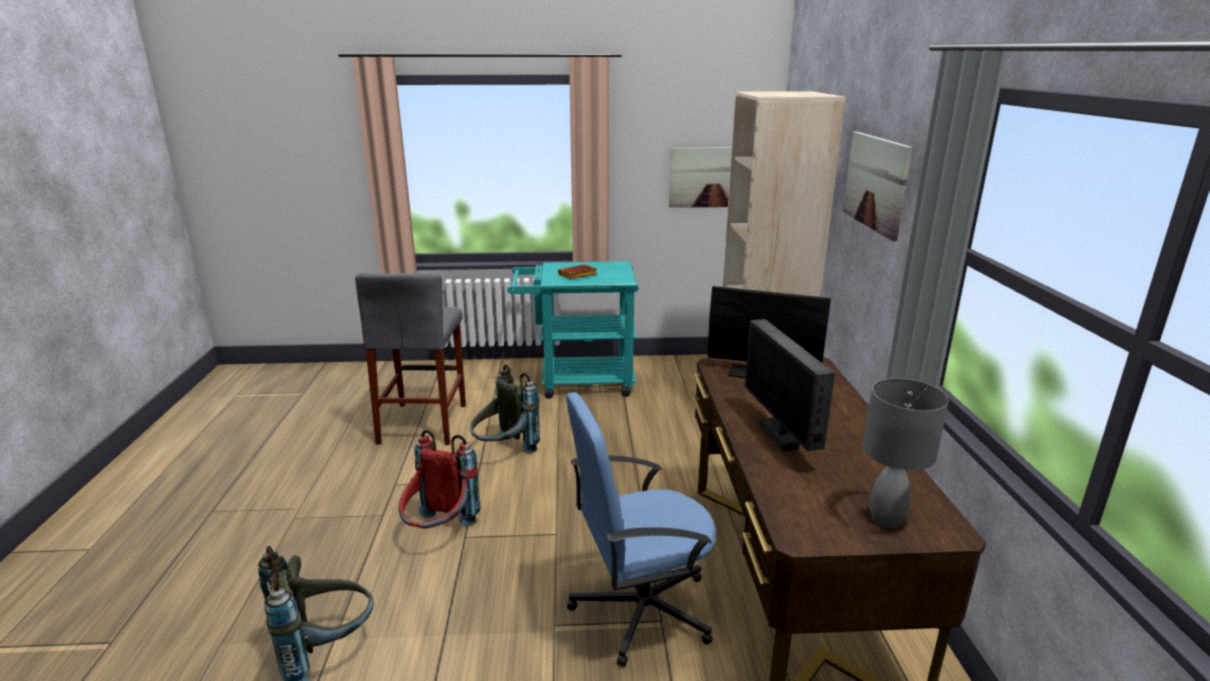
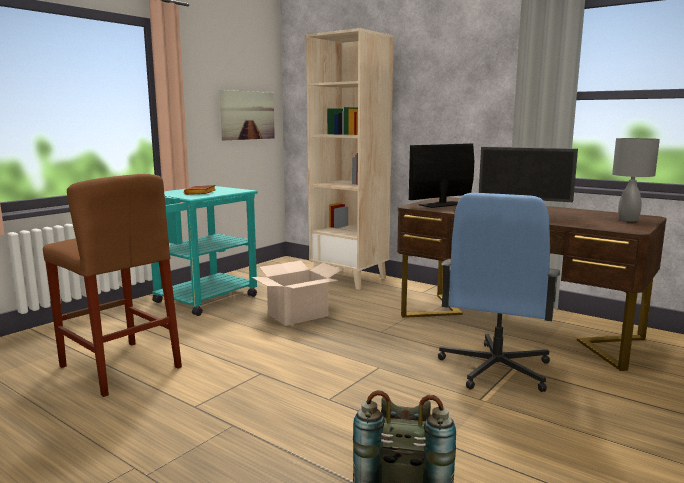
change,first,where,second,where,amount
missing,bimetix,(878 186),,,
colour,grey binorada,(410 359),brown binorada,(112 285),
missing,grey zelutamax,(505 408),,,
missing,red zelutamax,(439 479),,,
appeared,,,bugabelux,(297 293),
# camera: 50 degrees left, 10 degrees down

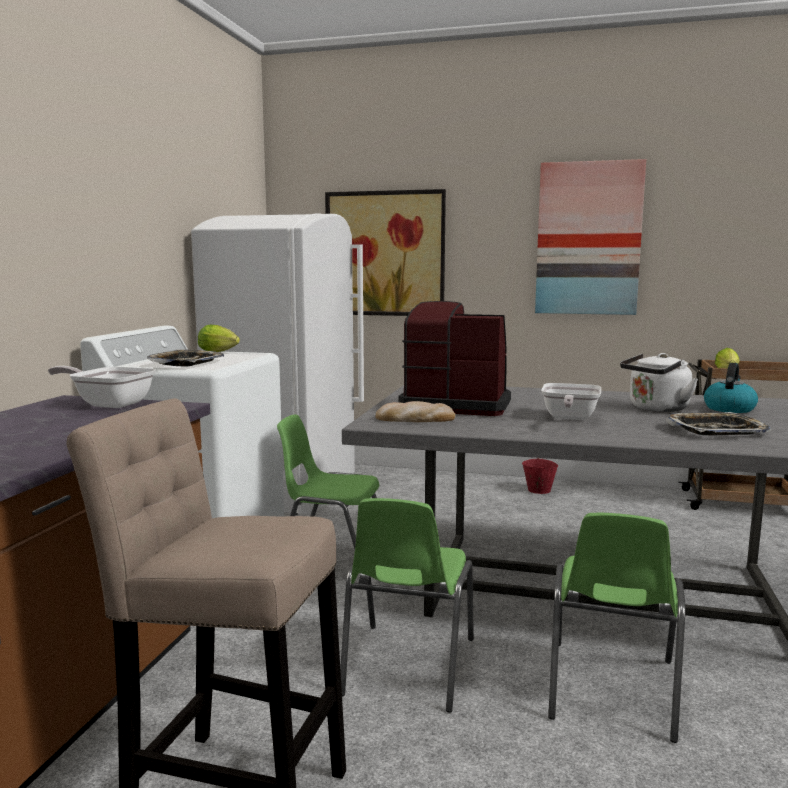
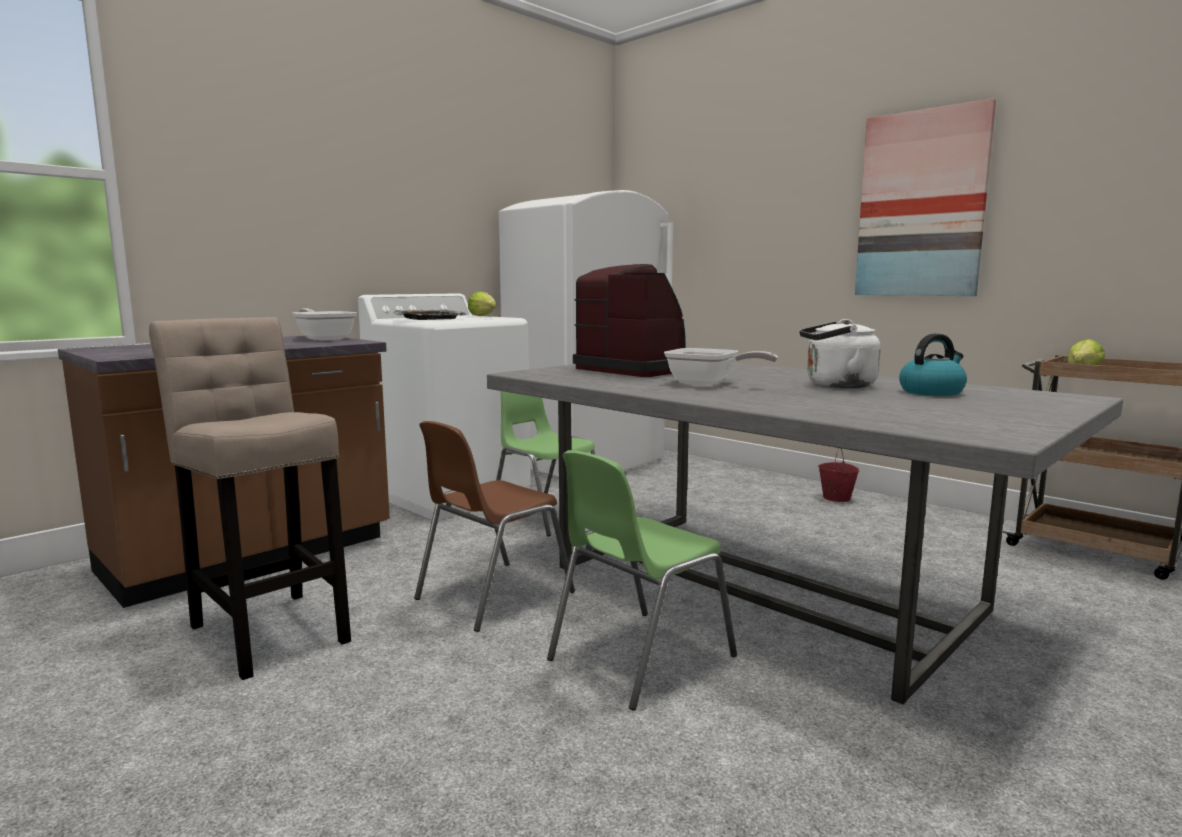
change,first,where,second,where,amount
missing,bimetix,(385 252),,,
spun,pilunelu,(571 401),,(721 367),105 degrees counterclockwise
missing,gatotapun,(415 411),,,
missing,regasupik,(719 423),,,
colour,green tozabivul,(407 605),brown tozabivul,(494 526),
# camera: 30 degrees right, 0 degrees up

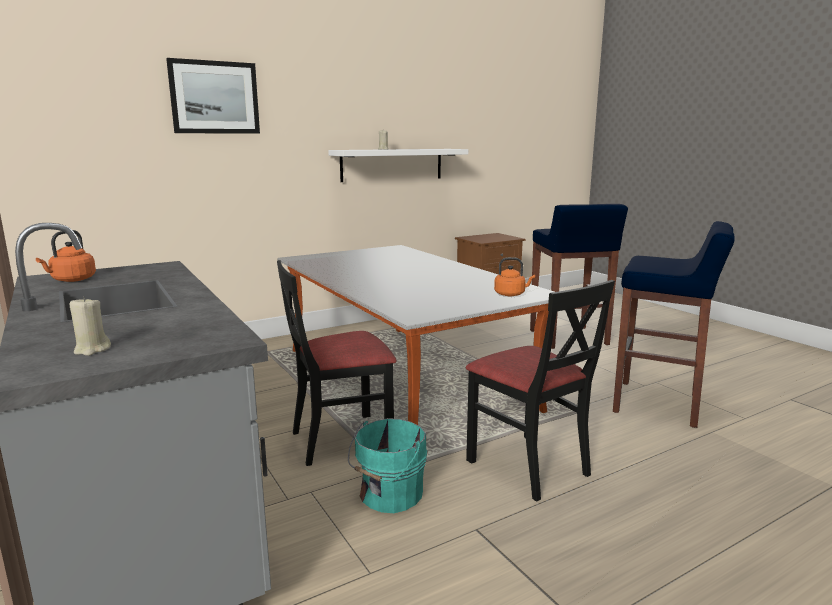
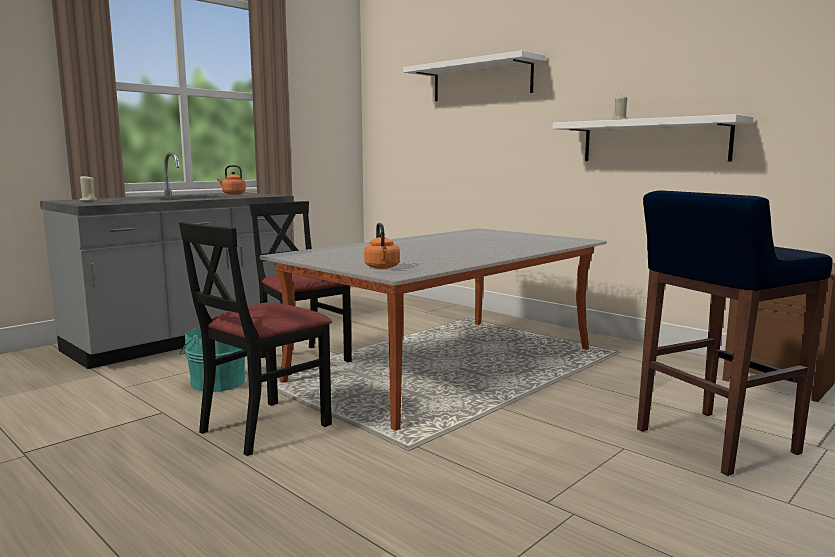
change,first,where,second,where,amount
exchanged,bimetix,(213 96),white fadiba,(474 75),
missing,blue binorada,(674 324),,,
# camera: 75 degrees right, 5 degrees down

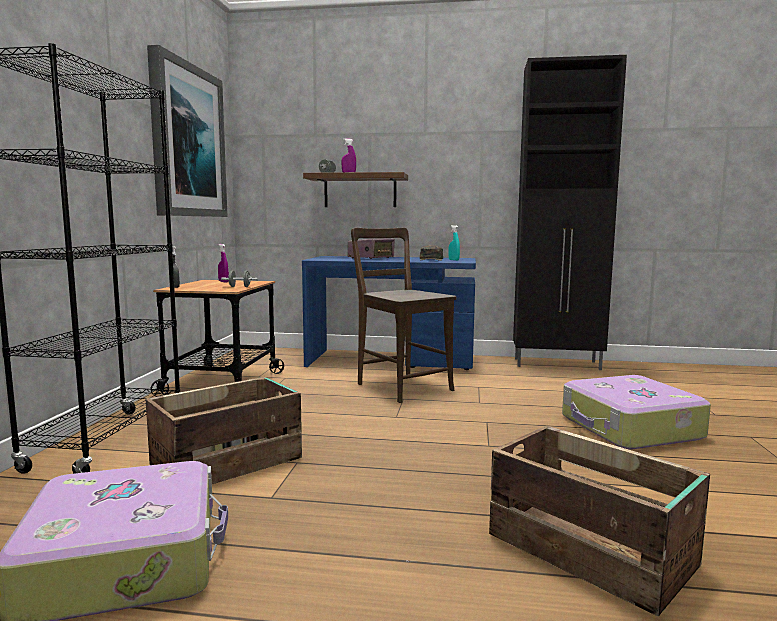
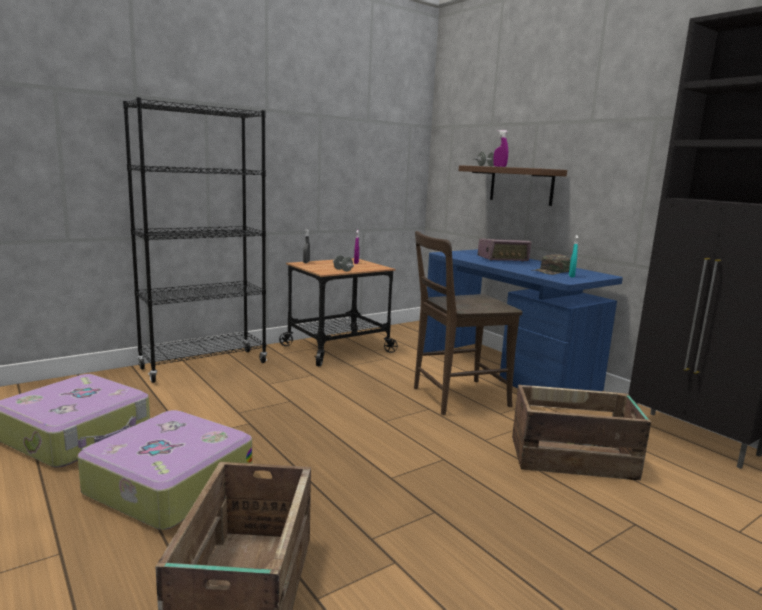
change,first,where,second,where,amount
missing,bimetix,(187 131),,,
spun,brown tozabivul,(403 315),,(468 323),120 degrees counterclockwise
relocated,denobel,(636 412),,(165 470),
relocated,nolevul,(223 430),,(581 433),
# camera: 45 degrees right, 5 degrees up

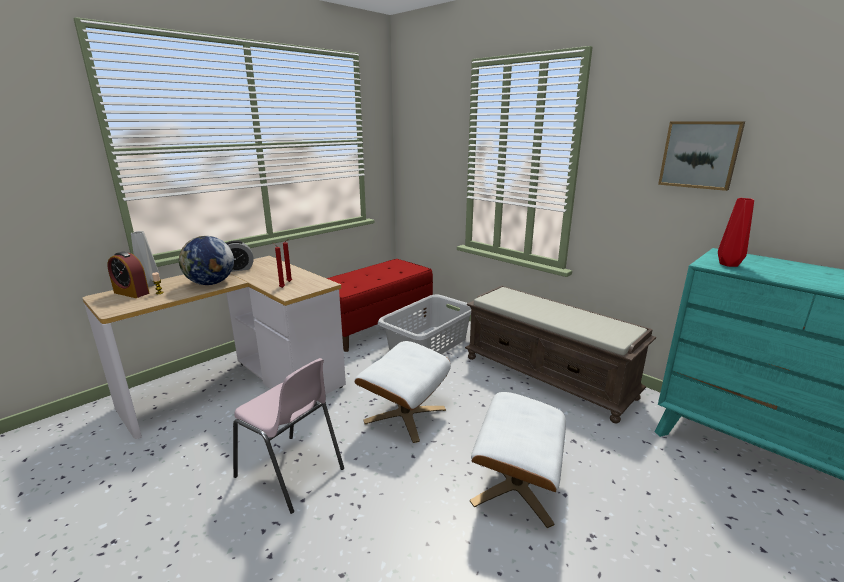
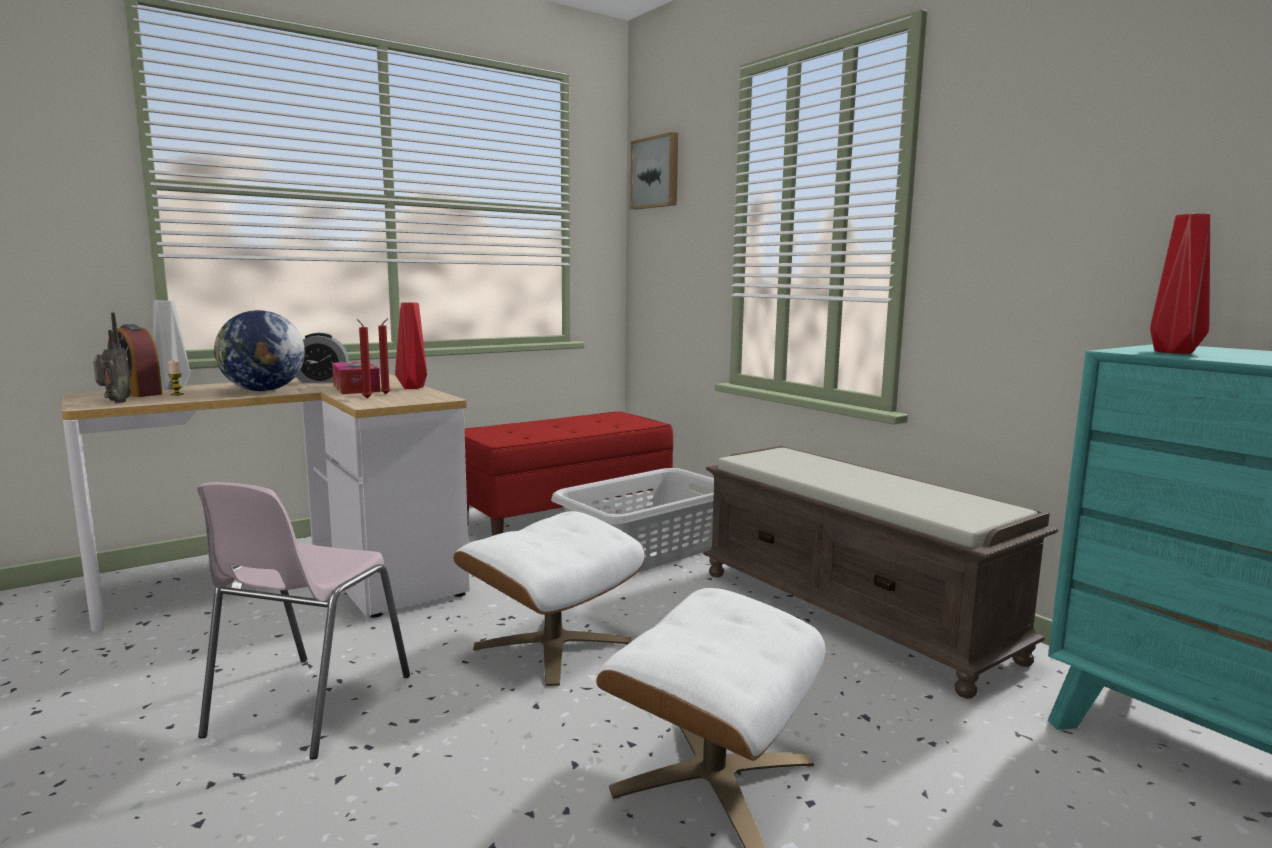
change,first,where,second,where,amount
relocated,bimetix,(701 156),,(654 171),
spun,pink tozabivul,(288 436),,(303 621),60 degrees clockwise
appeared,,,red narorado,(411 345),
appeared,,,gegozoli,(112 358),
appeared,,,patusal,(356 378),
# camera: 10 degrees right, 10 degrees down

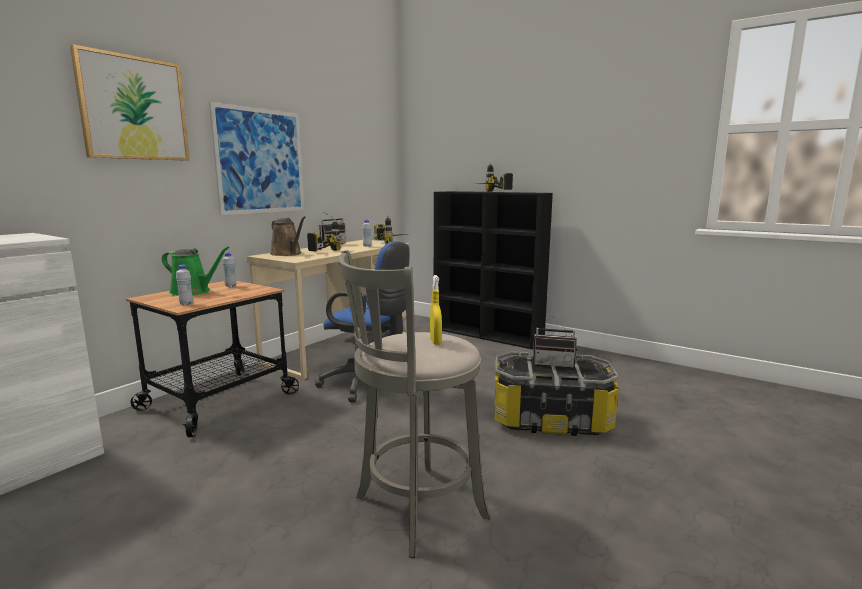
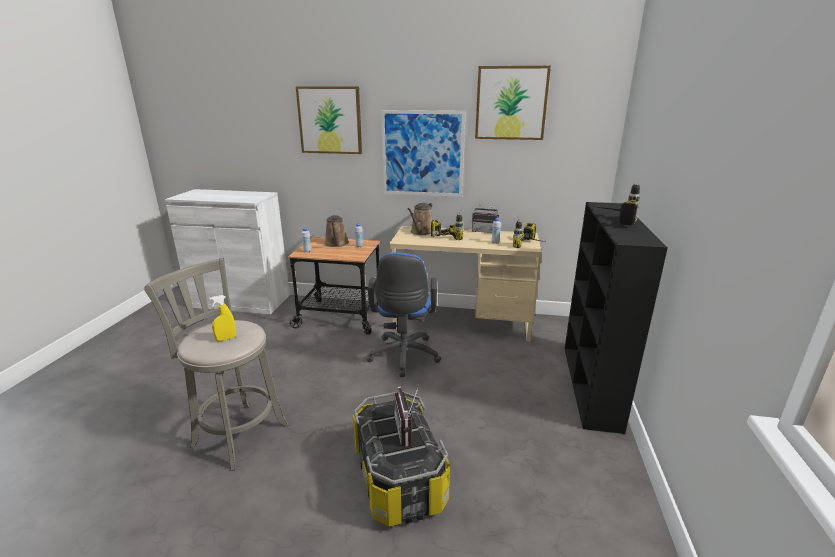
change,first,where,second,where,amount
colour,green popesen,(195 271),brown popesen,(336 231),
appeared,,,bimetix,(513 103),
# camera: 65 degrees right, 10 degrees up

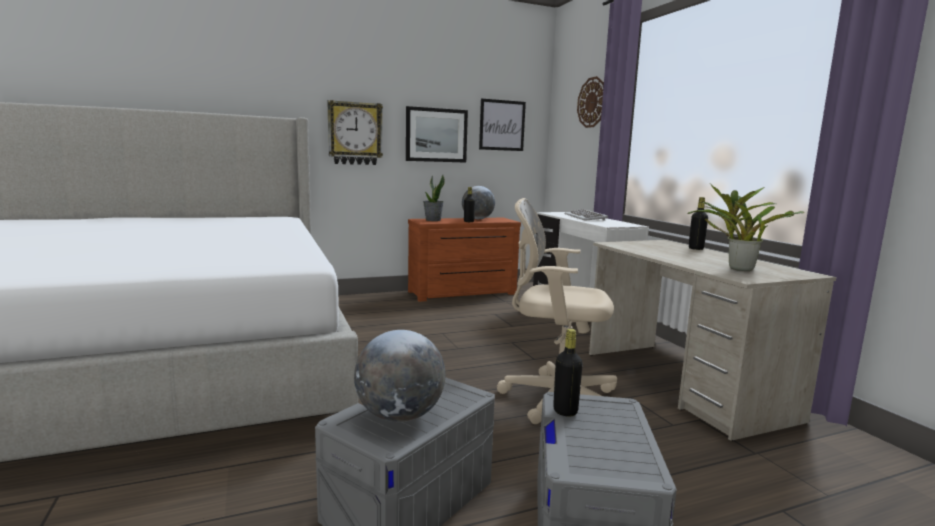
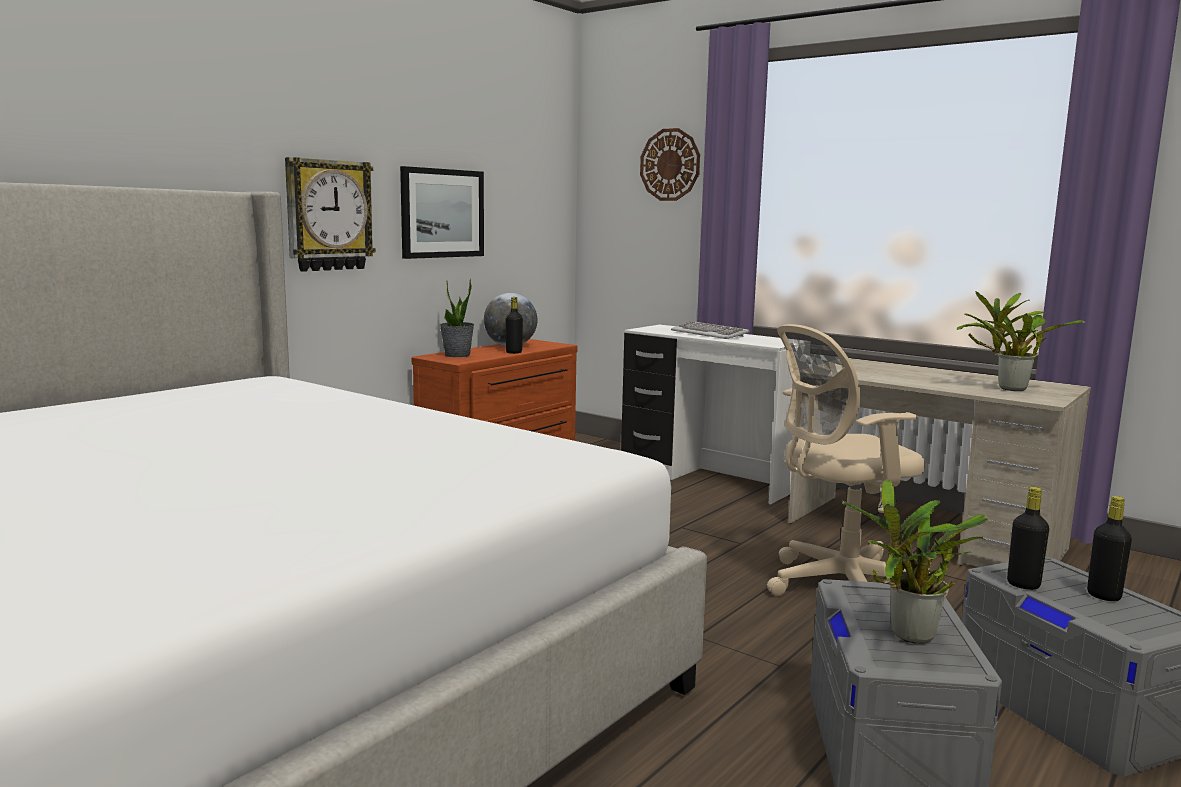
change,first,where,second,where,amount
missing,bimetix,(502 125),,,
relocated,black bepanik,(698 223),,(1109 548),
exchanged,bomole,(399 376),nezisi,(915 561),
# camera: 30 degrees left, 0 degrees up

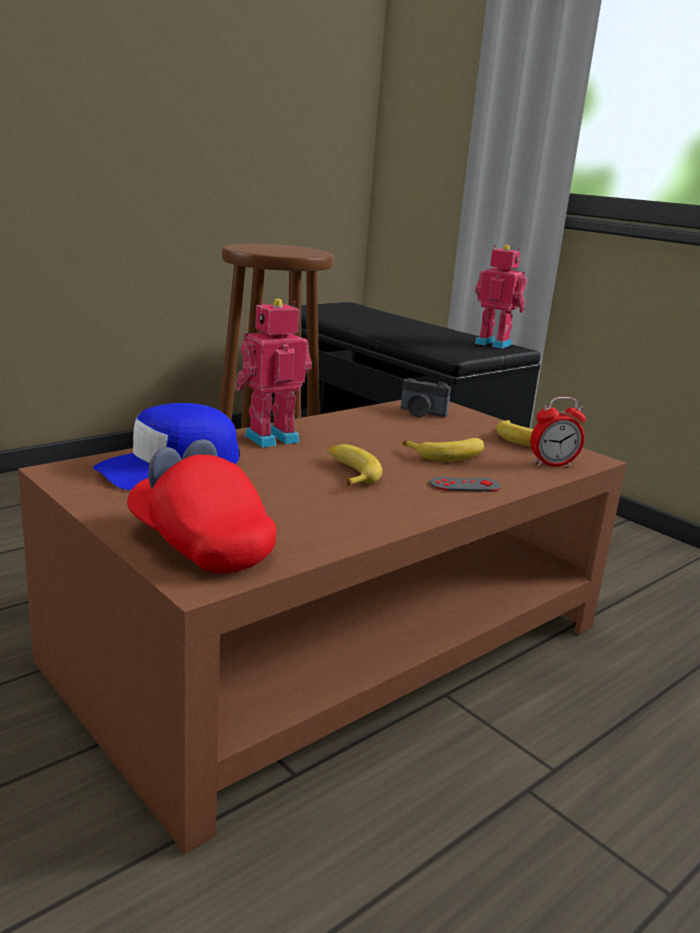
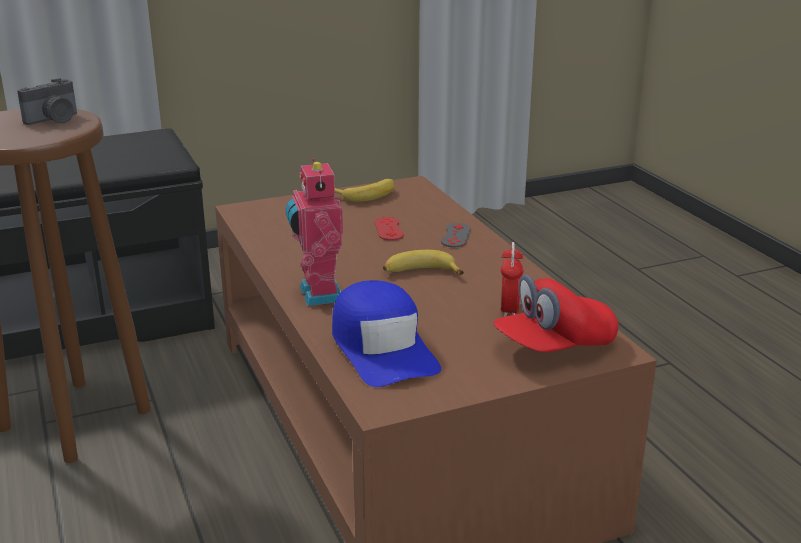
change,first,where,second,where,amount
missing,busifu,(501 297),,,
relocated,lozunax,(426 397),,(47 101),
relocated,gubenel,(558 432),,(512 279),
exchanged,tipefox,(443 450),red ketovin,(389 229),
# camera: 70 degrees left, 5 degrees up

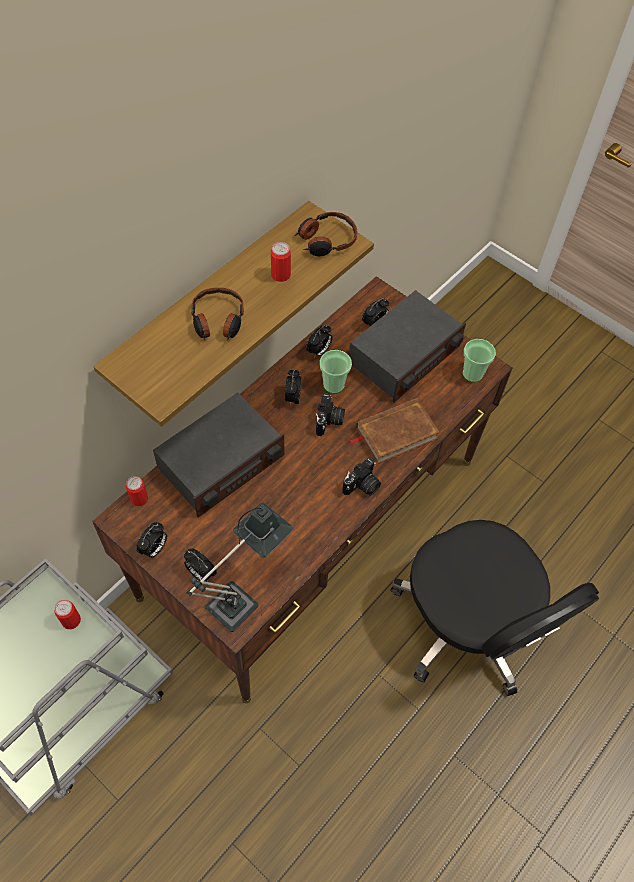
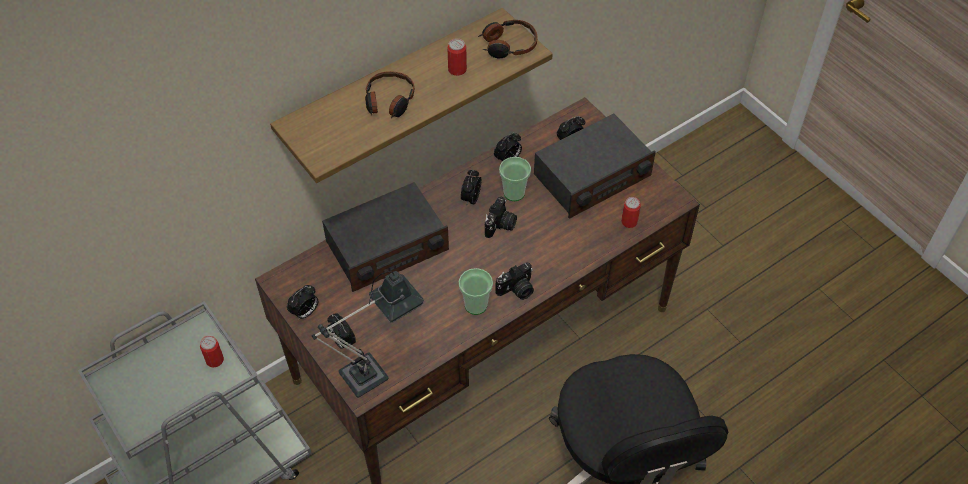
change,first,where,second,where,amount
relocated,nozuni,(479 360),,(476 291),
missing,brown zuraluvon,(395 431),,,
relocated,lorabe,(137 491),,(631 212),
# camera: 15 degrees right, 5 degrees down

